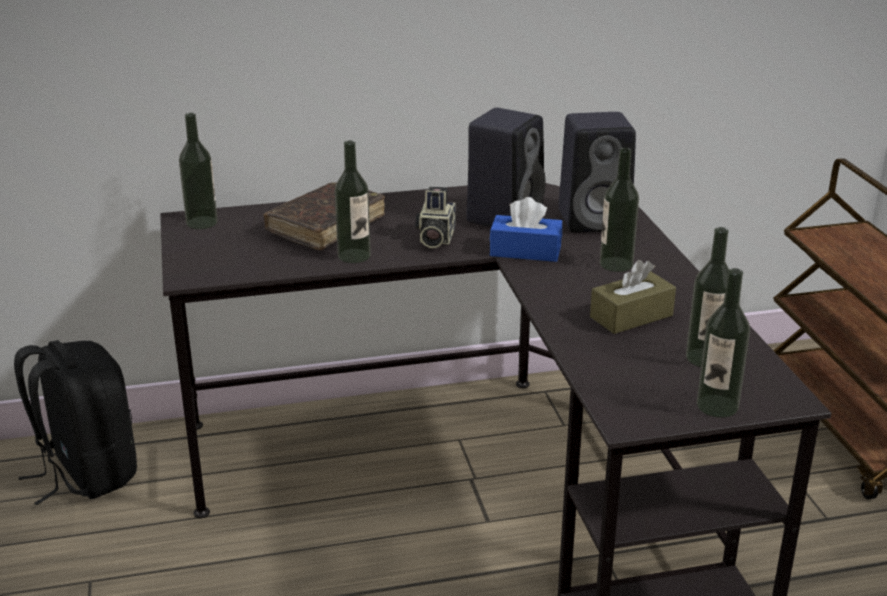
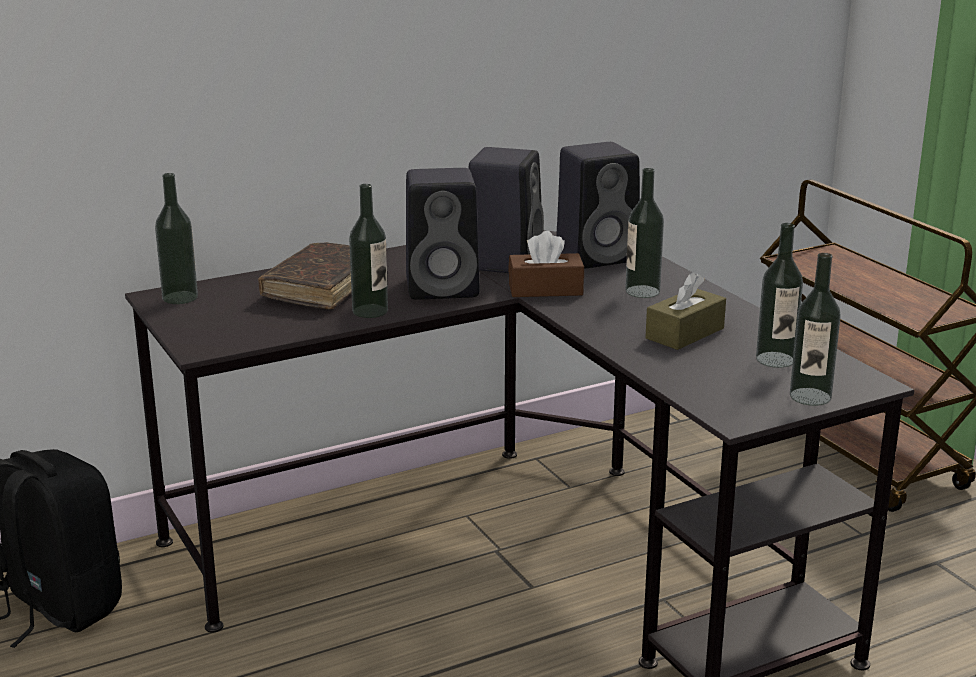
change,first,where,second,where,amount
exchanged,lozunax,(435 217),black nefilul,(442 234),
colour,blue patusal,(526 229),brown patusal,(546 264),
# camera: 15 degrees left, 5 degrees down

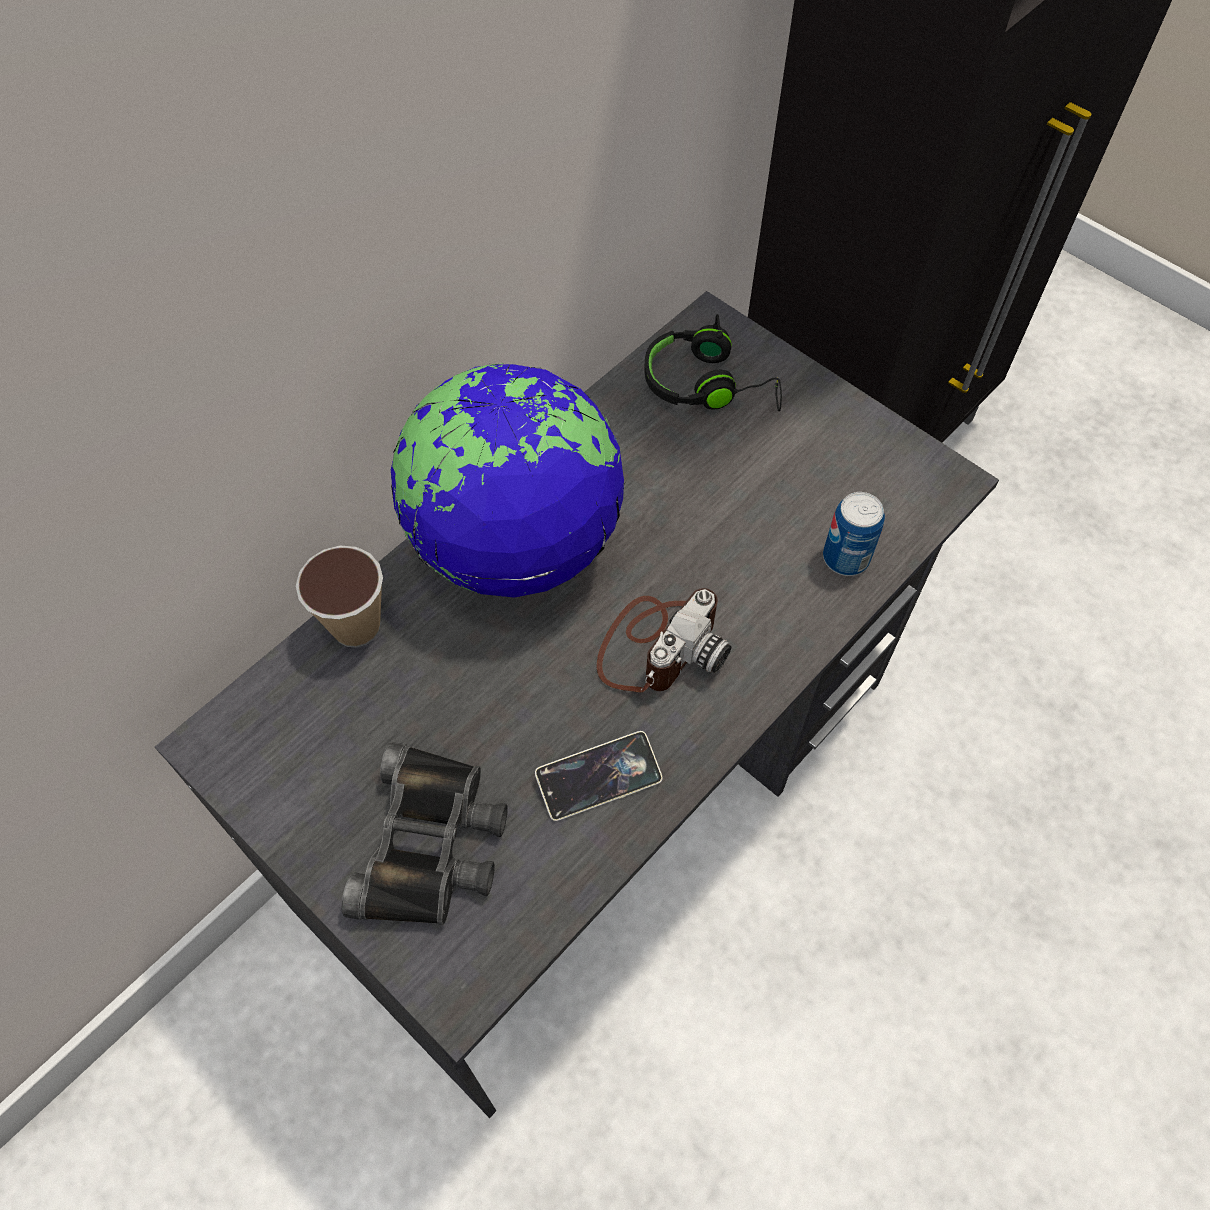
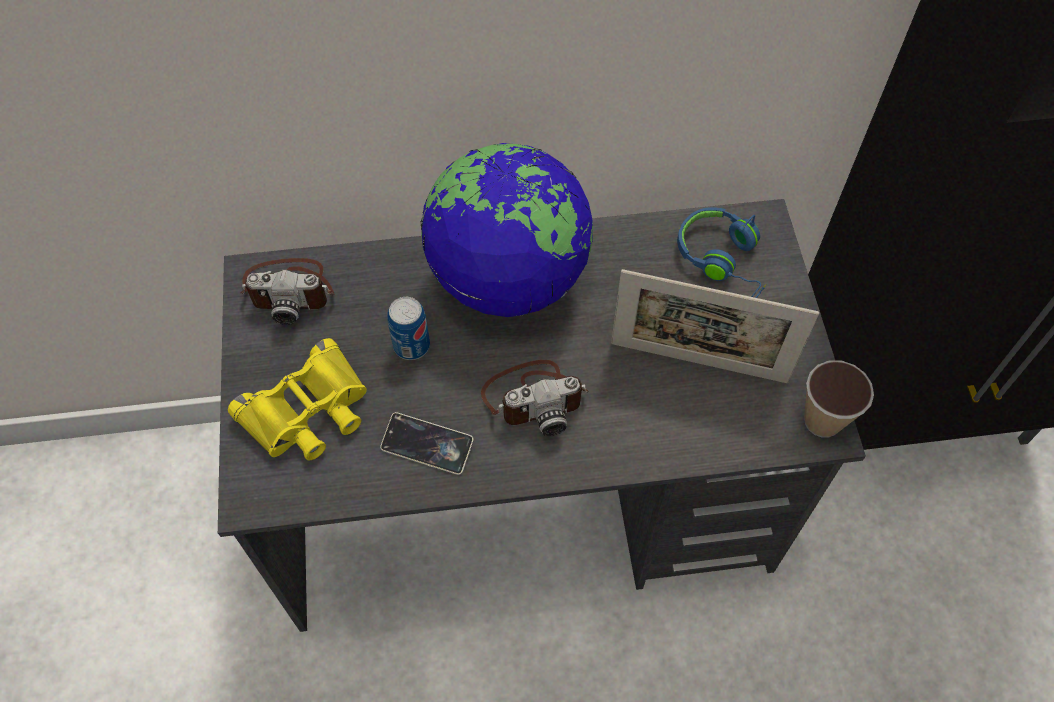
change,first,where,second,where,amount
colour,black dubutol,(713 362),blue dubutol,(721 252),
relocated,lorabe,(854 534),,(408 328),
relocated,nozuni,(339 597),,(839 399),
colour,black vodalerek,(424 833),yellow vodalerek,(297 399),
appeared,,,lozunax,(287 291),
appeared,,,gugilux,(715 326),
# camera: 40 degrees right, 0 degrees up

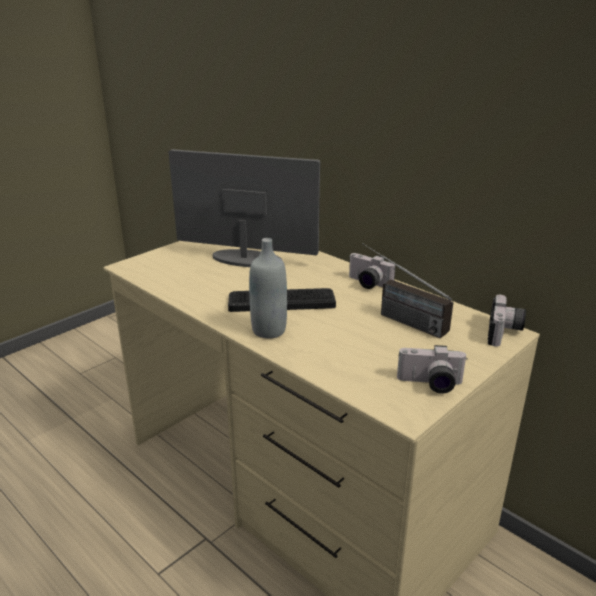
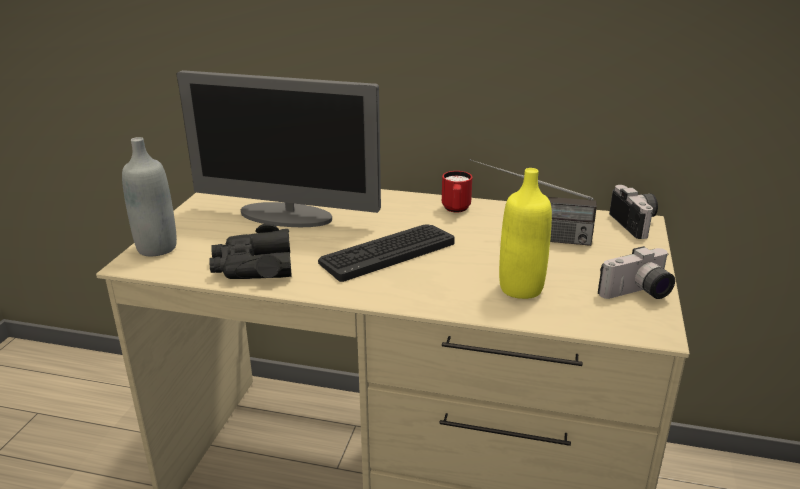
change,first,where,second,where,amount
spun,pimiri,(244 208),,(279 148),150 degrees counterclockwise
relocated,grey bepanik,(268 288),,(149 196),
exchanged,lozunax,(372 271),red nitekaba,(457 191),
appeared,,,yellow bepanik,(525 233),
appeared,,,black vodalerek,(250 251),
# camera: 30 degrees left, 0 degrees up

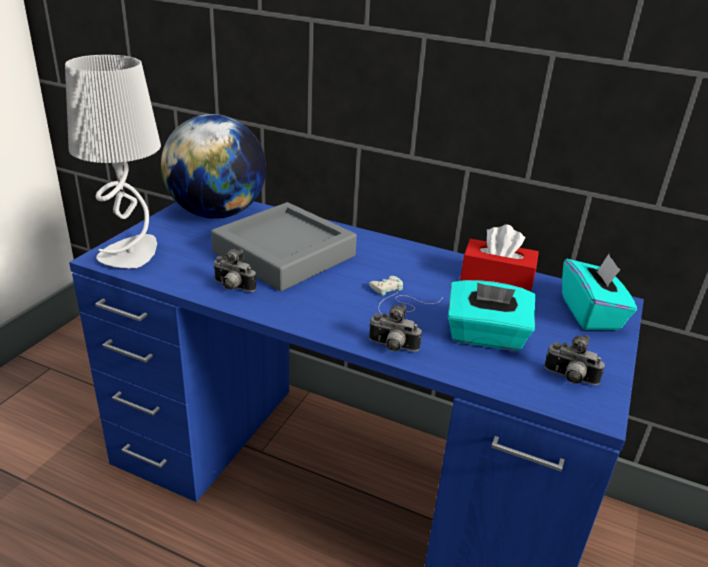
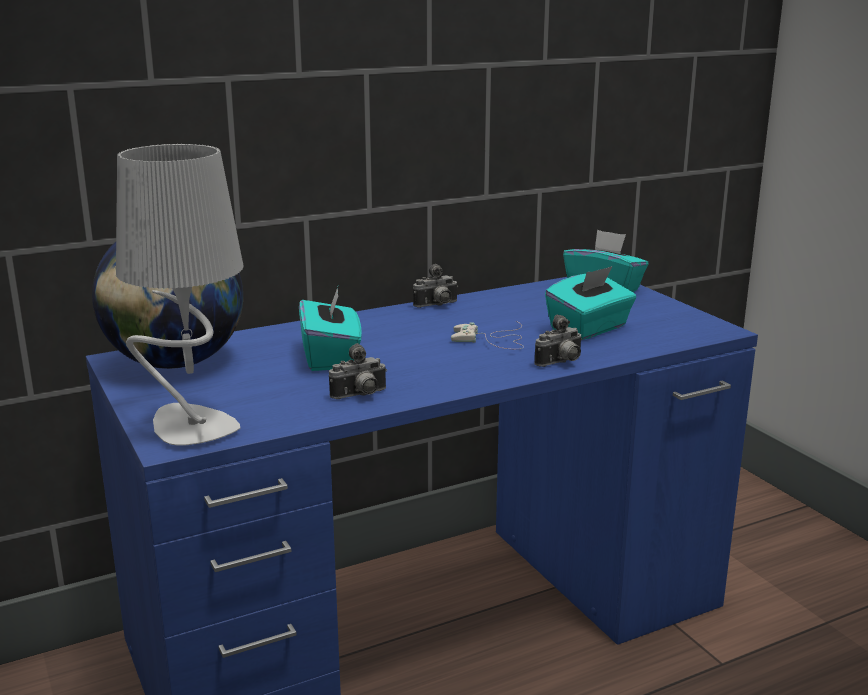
change,first,where,second,where,amount
exchanged,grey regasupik,(284 246),turquoise patusal,(330 329),
missing,red patusal,(499 258),,,
relocated,lozunax,(574 360),,(435 286),
# camera: 50 degrees left, 10 degrees down

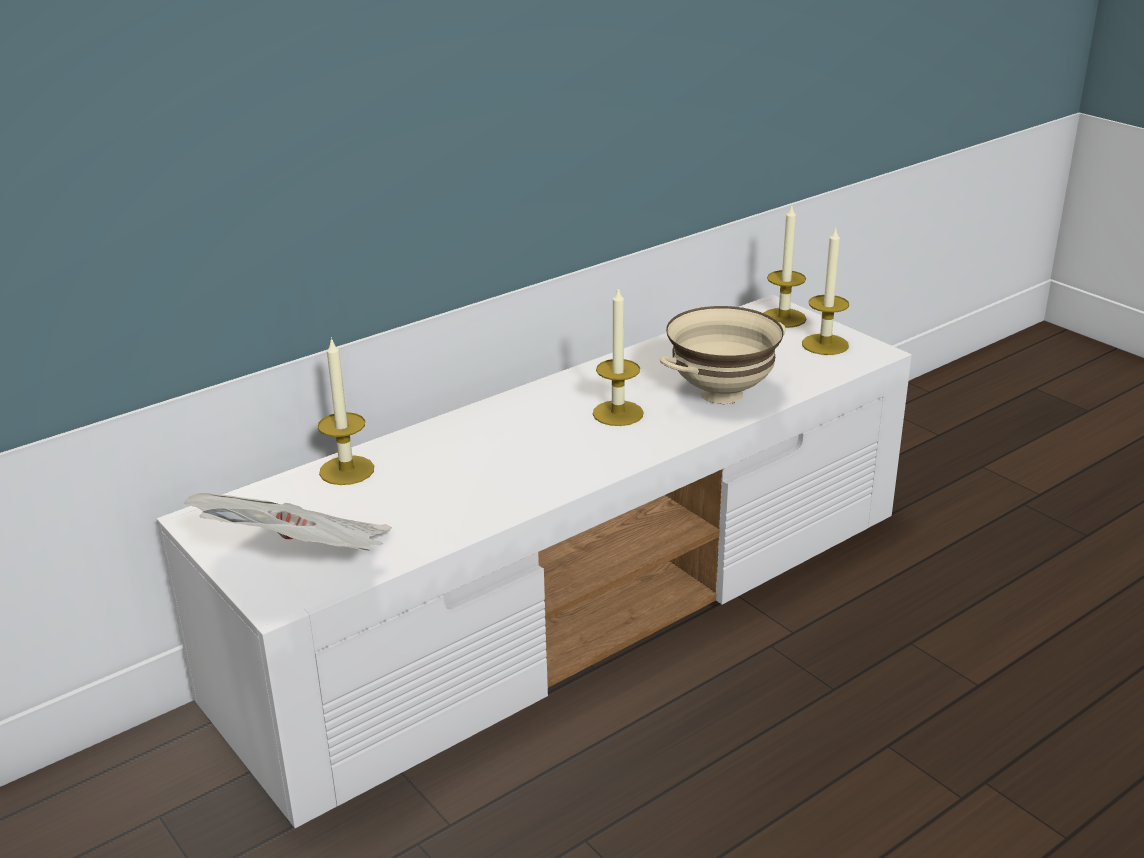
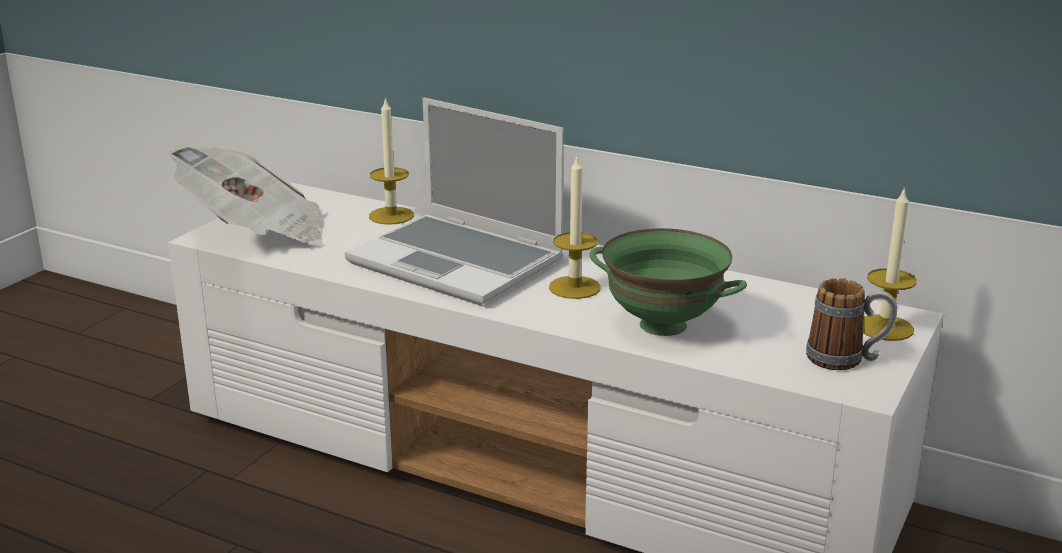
change,first,where,second,where,amount
exchanged,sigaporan,(825 290),nitekaba,(851 324),
colour,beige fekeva,(723 355),green fekeva,(668 282),
appeared,,,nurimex,(454 201),
# camera: 65 degrees right, 5 degrees down

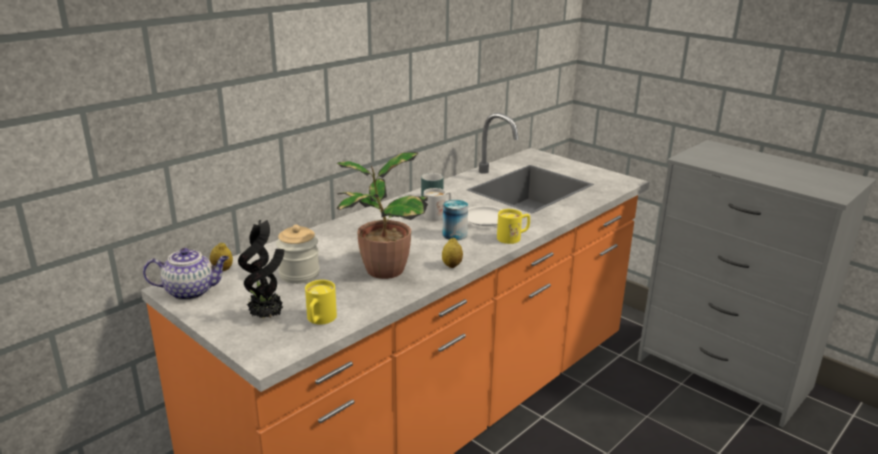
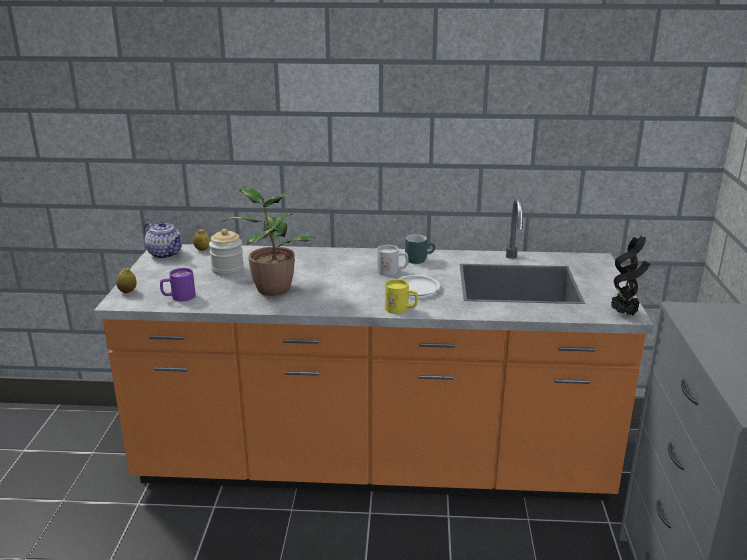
change,first,where,second,where,amount
missing,lorabe,(455 220),,,
relocated,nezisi,(261 269),,(631 276),
relocated,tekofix,(452 253),,(126 280),
colour,yellow nitekaba,(321 302),purple nitekaba,(178 284),
# camera: 50 degrees right, 0 degrees up

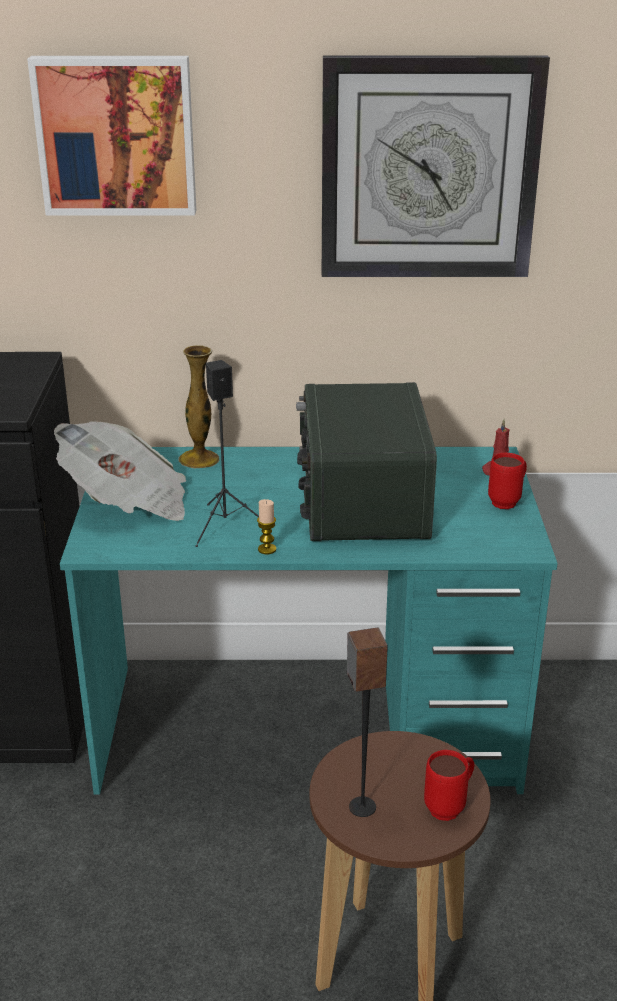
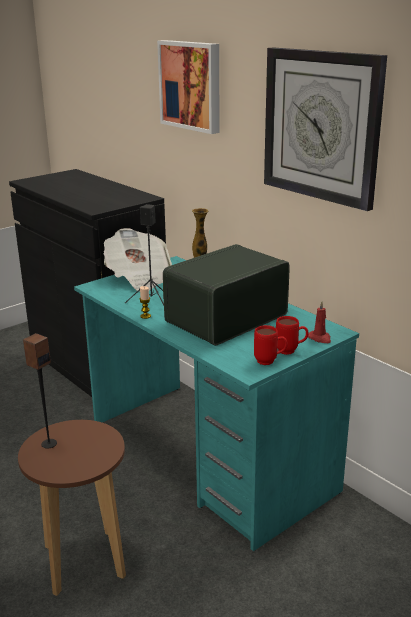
change,first,where,second,where,amount
relocated,red nitekaba,(449 785),,(271 345),
# camera: 50 degrees right, 5 degrees down

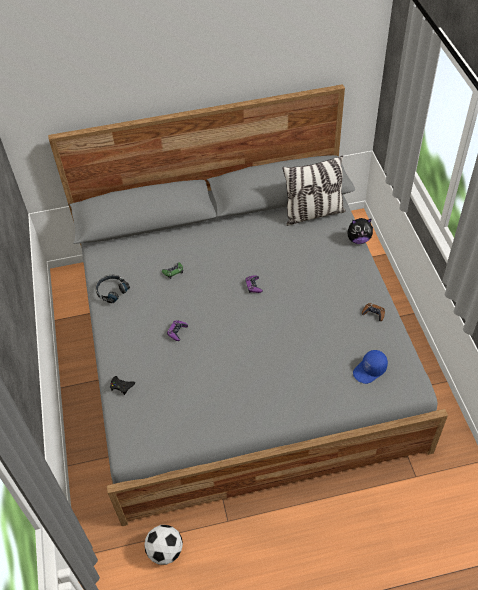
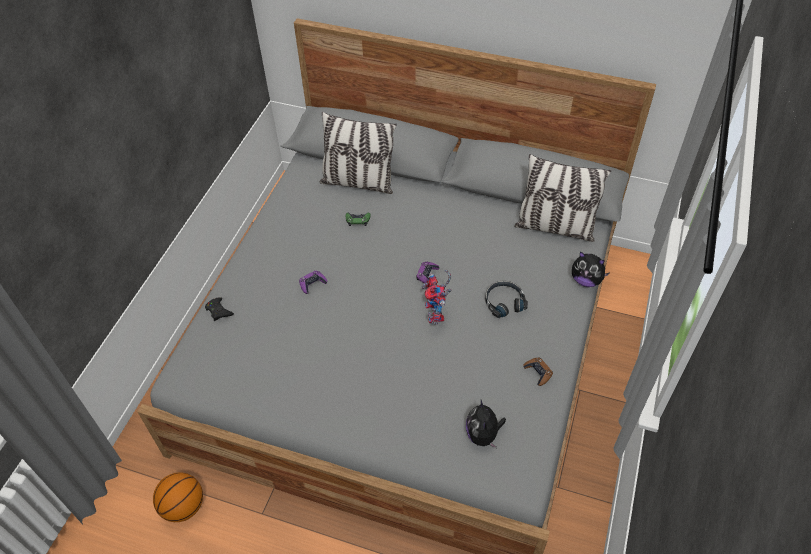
change,first,where,second,where,amount
relocated,black dubutol,(112 289),,(506 299),
exchanged,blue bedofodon,(370 367),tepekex,(486 424),
exchanged,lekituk,(163 545),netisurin,(178 497),
appeared,,,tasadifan,(358 153),
appeared,,,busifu,(437 297),
# camera: 30 degrees right, 0 degrees up

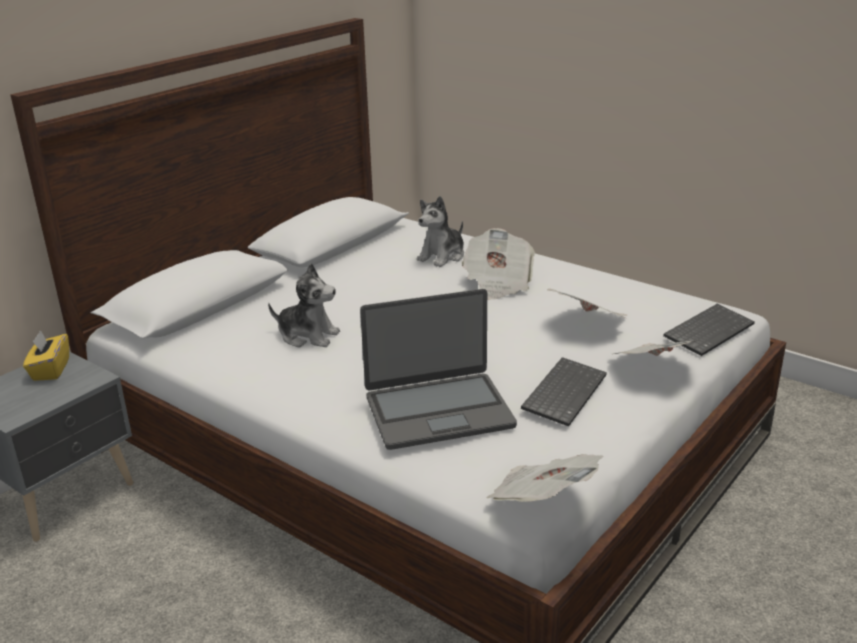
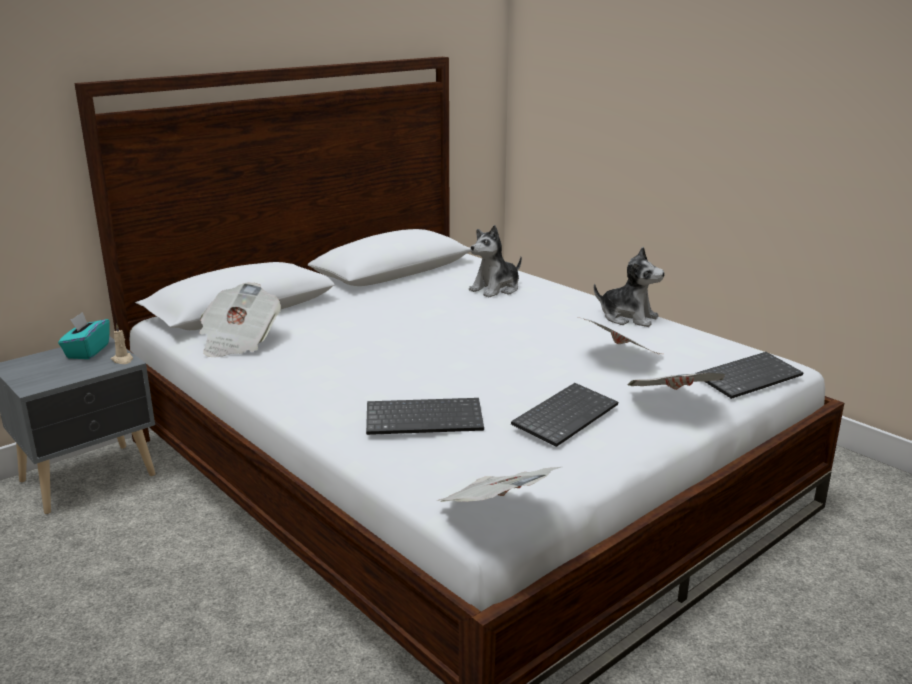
change,first,where,second,where,amount
relocated,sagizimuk,(498 264),,(240 319),
relocated,tepekex,(304 305),,(629 287),
exchanged,nurimex,(438 369),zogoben,(425 416),
colour,yellow patusal,(46 355),turquoise patusal,(84 335),
appeared,,,beige sigaporan,(122 344),
# camera: 10 degrees right, 5 degrees down

